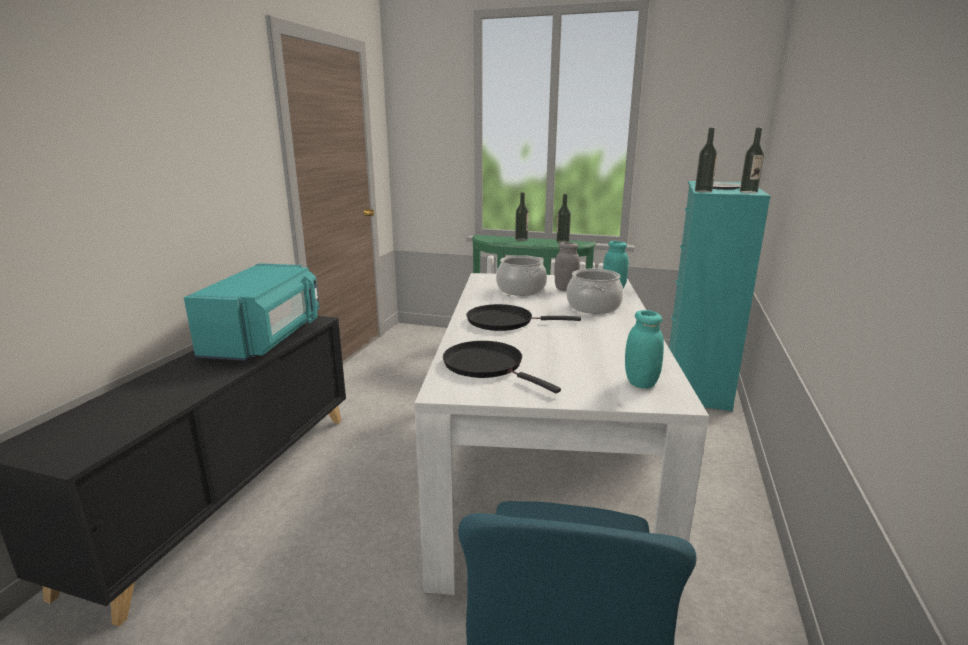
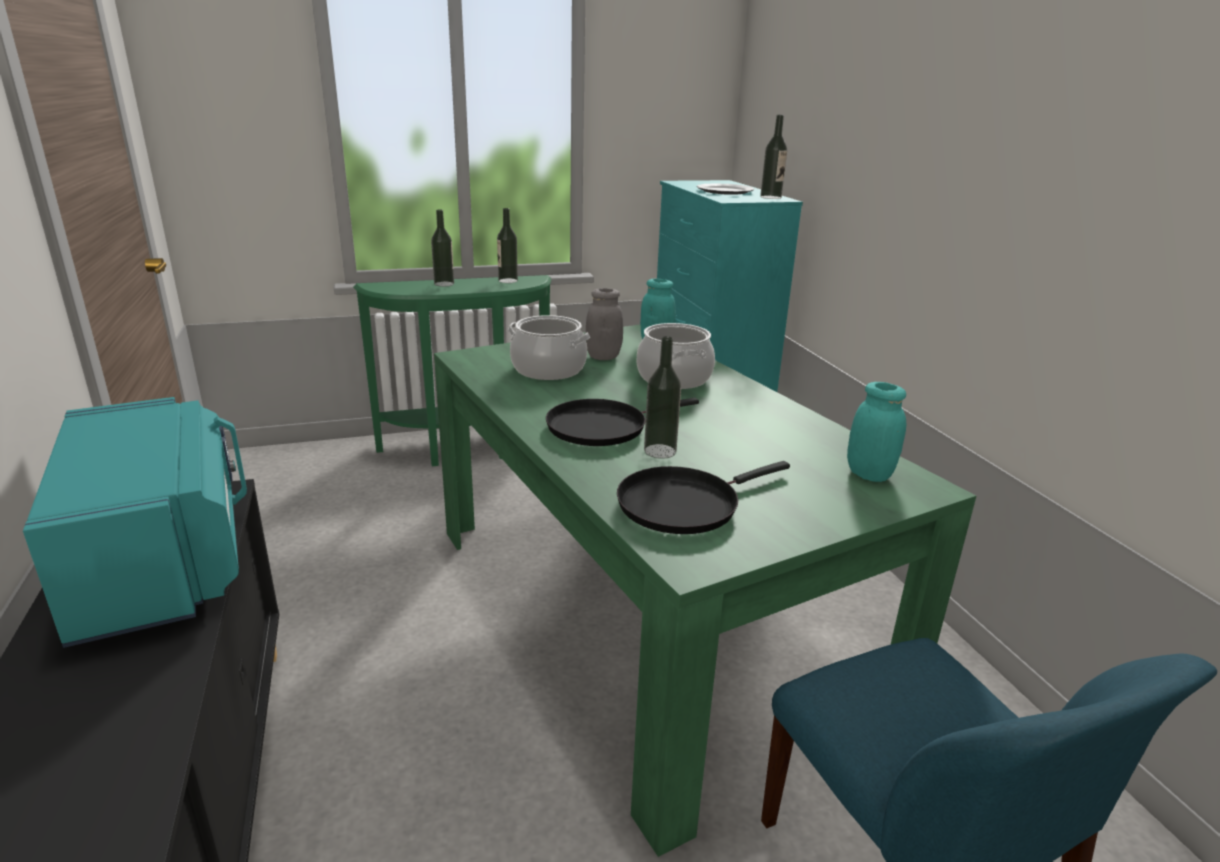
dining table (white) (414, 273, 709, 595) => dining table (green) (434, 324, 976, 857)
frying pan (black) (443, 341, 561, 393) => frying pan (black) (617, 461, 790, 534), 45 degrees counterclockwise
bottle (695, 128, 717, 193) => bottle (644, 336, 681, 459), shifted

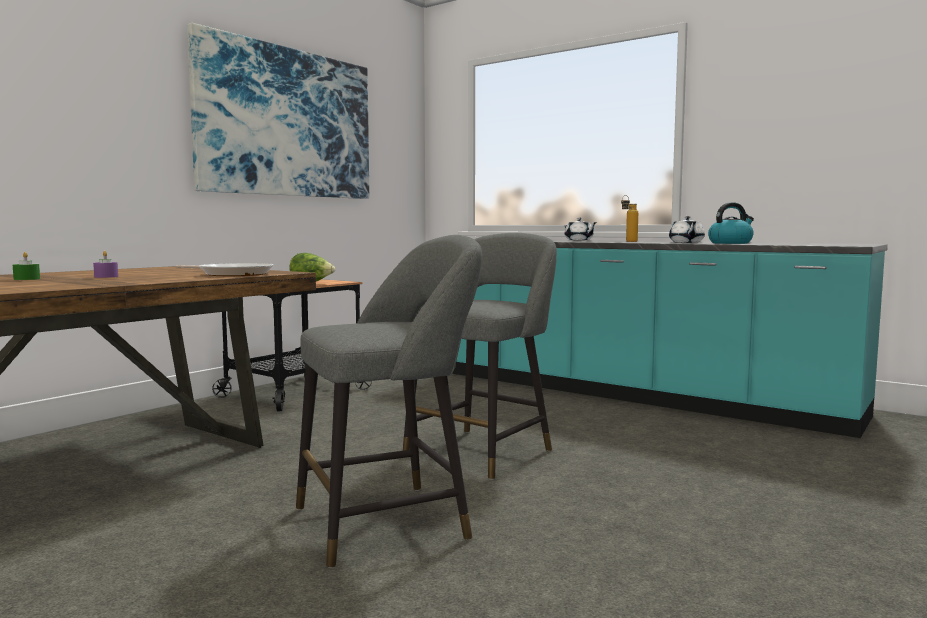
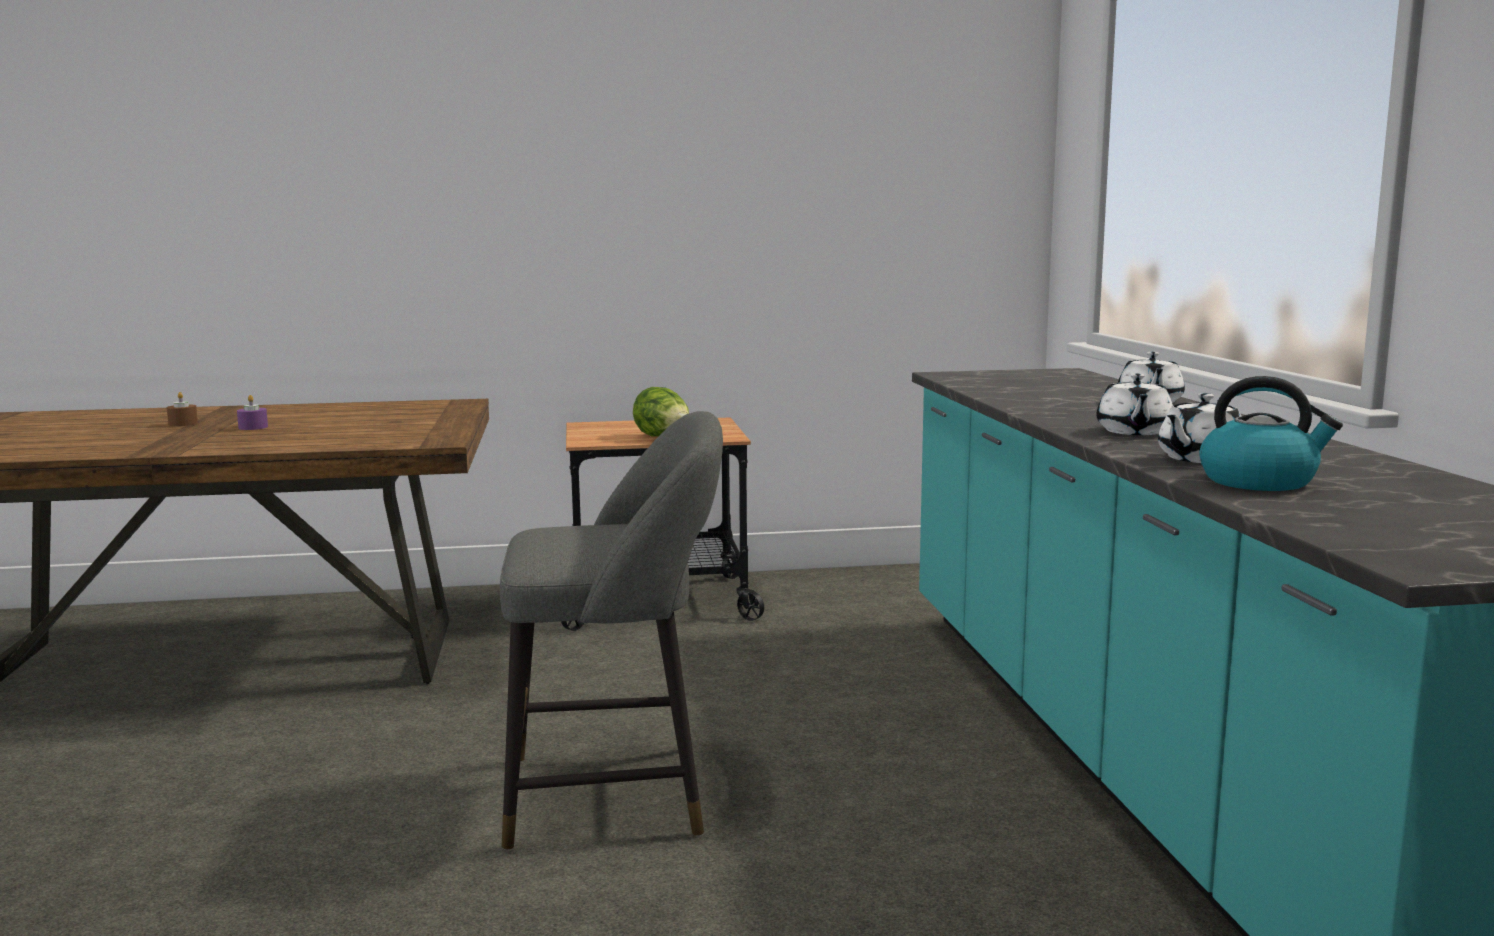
candle (green) (13, 252, 40, 280) => candle (brown) (167, 392, 198, 426)
frying pan (176, 263, 273, 276) => nothing
picture (187, 23, 369, 199) => nothing
stool (grey) (296, 235, 482, 568) => nothing
bottle (621, 195, 638, 242) => teapot (white) (1096, 373, 1173, 435)

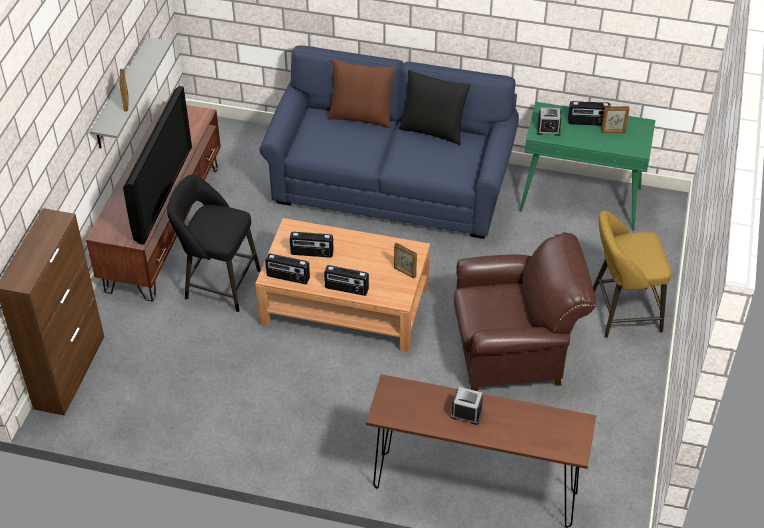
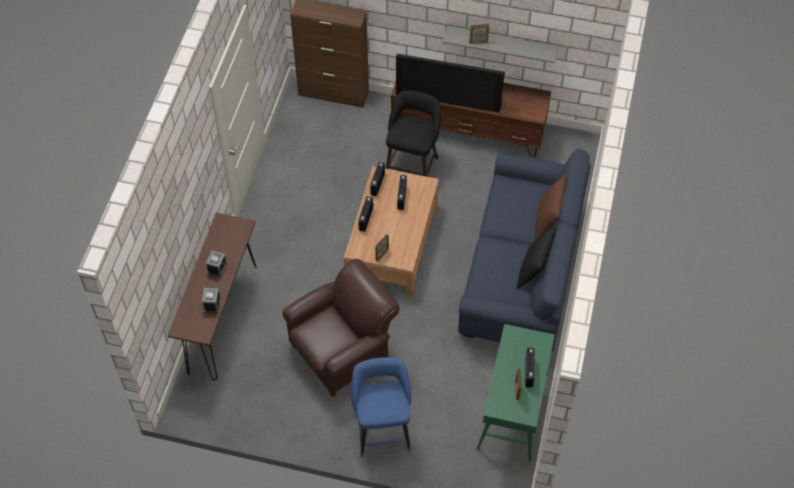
armchair (brown) (454, 232, 596, 391) => armchair (brown) (282, 259, 400, 397), 120 degrees counterclockwise
alarm clock (536, 107, 561, 136) => alarm clock (202, 287, 221, 313), shifted
stool (yellow) (593, 211, 671, 338) => stool (blue) (351, 357, 411, 457)

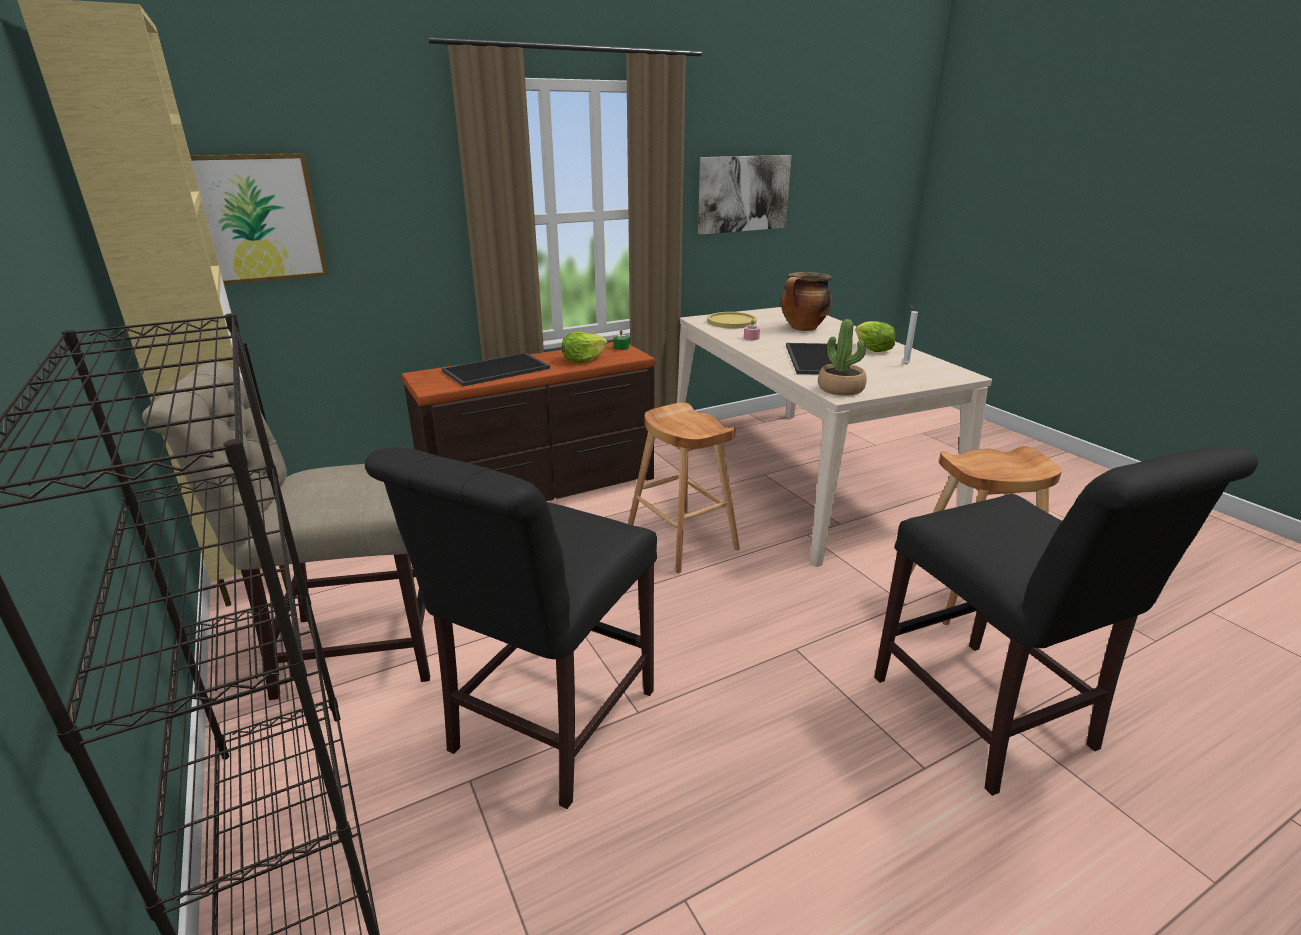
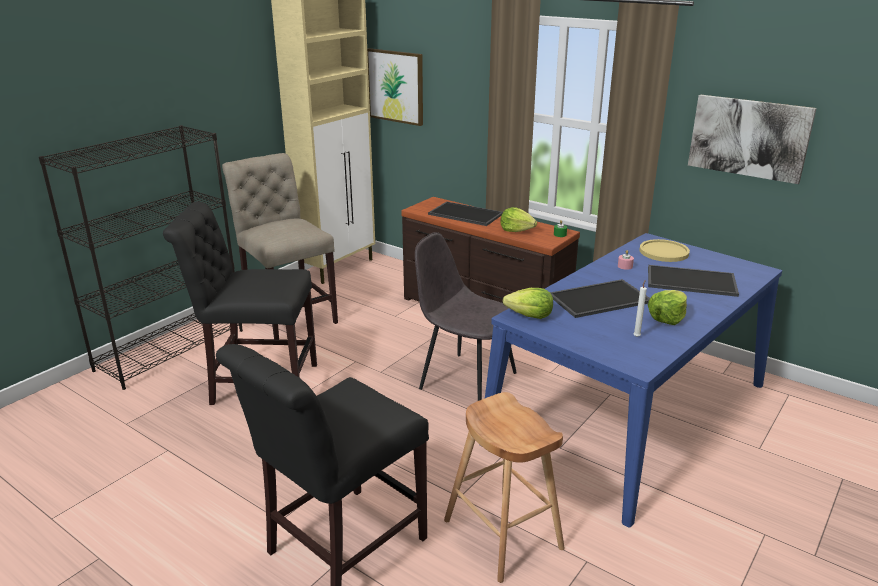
stool (brown) (628, 402, 740, 573) => chair (grey) (415, 232, 517, 401)
dining table (beige) (677, 307, 992, 567) => dining table (blue) (480, 233, 782, 528)
cooking pot (781, 272, 832, 331) => tray (648, 265, 739, 297)
potted plant (818, 319, 867, 396) => lettuce (503, 288, 553, 319)

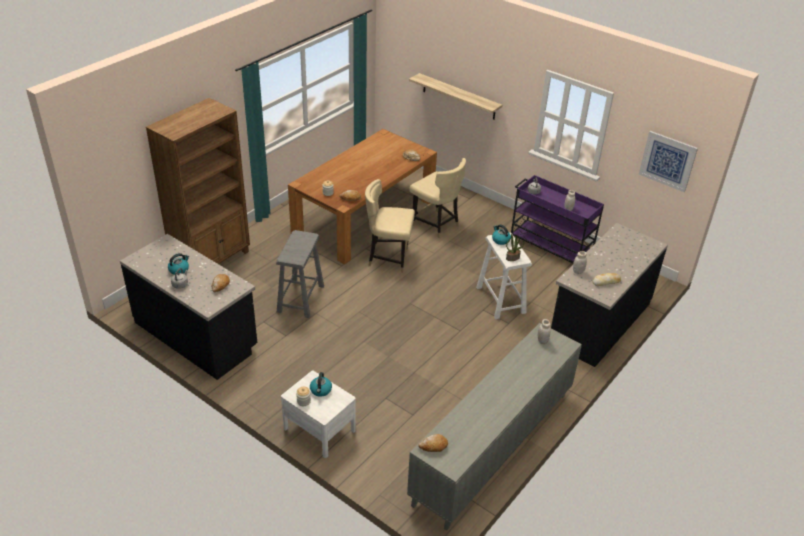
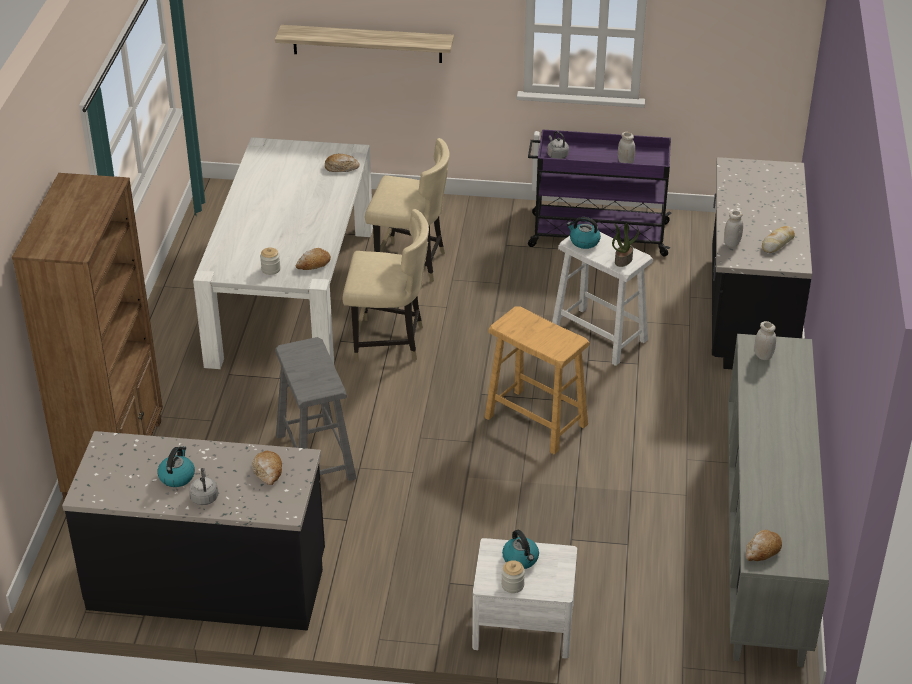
dining table (brown) (288, 129, 437, 264) => dining table (white) (193, 137, 373, 369)
chair (beige) (365, 179, 415, 273) => chair (beige) (342, 209, 429, 361), 150 degrees counterclockwise
picture (639, 131, 698, 192) => nothing
nothing => stool (beige) (485, 307, 589, 454)

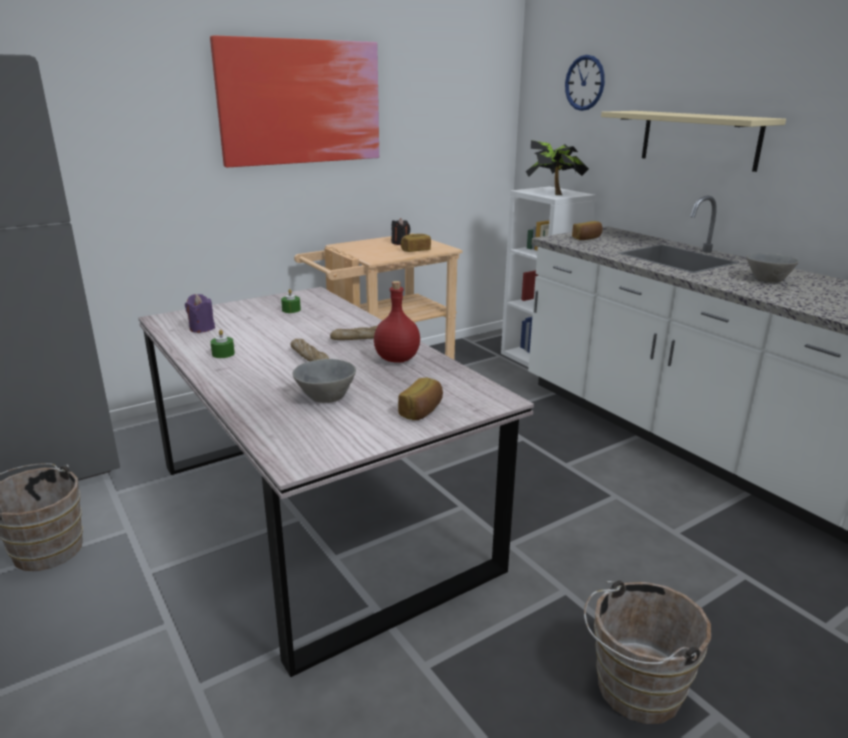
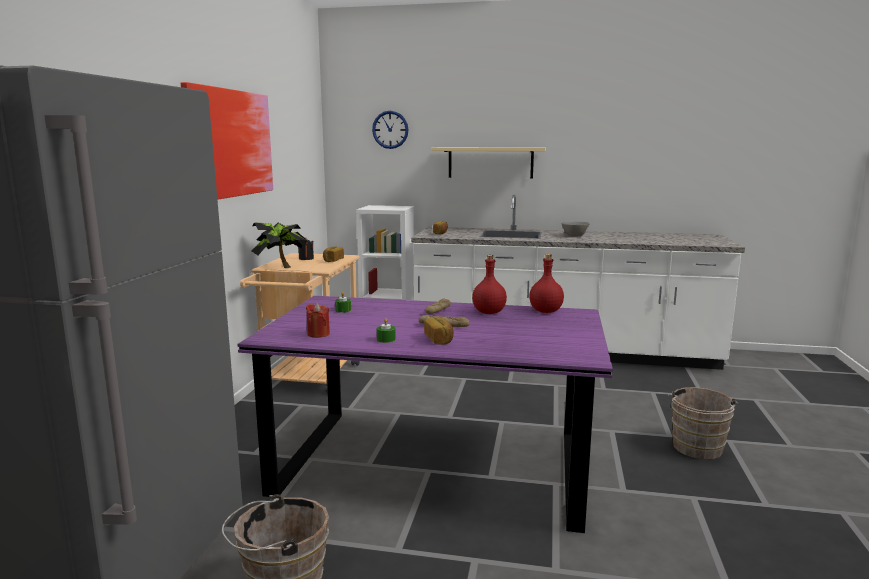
dining table (grey) (138, 287, 534, 677) => dining table (purple) (238, 296, 613, 533)
candle (purple) (185, 294, 215, 333) => candle (red) (306, 303, 330, 338)
bowl (grey) (292, 359, 356, 403) => nothing
bread (398, 378, 443, 420) => bread (424, 317, 454, 344), shifted
potted plant (526, 140, 589, 195) => potted plant (252, 222, 308, 268), shifted
nothing => bottle (red) (529, 254, 564, 313)

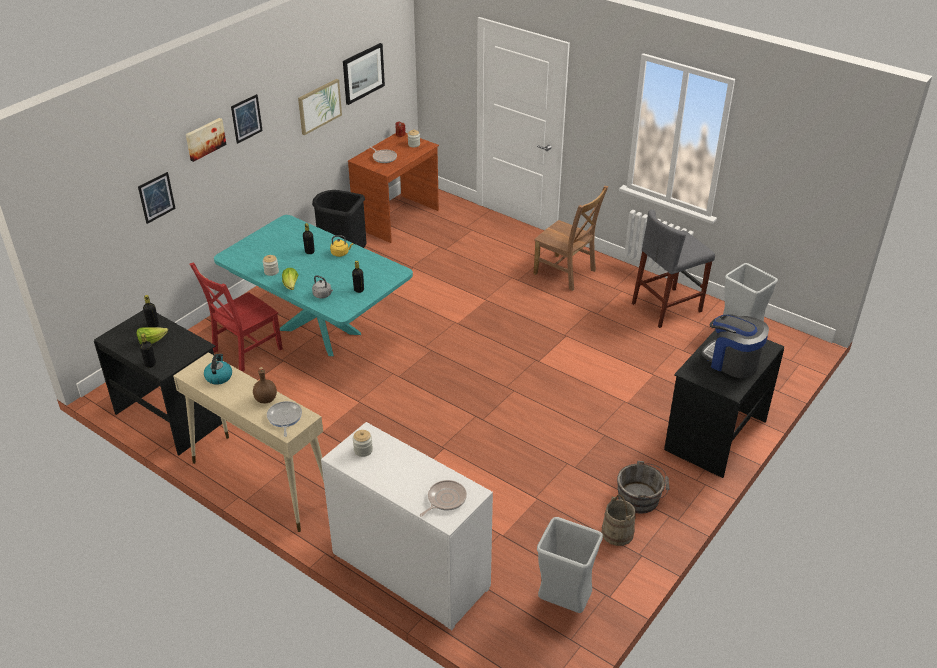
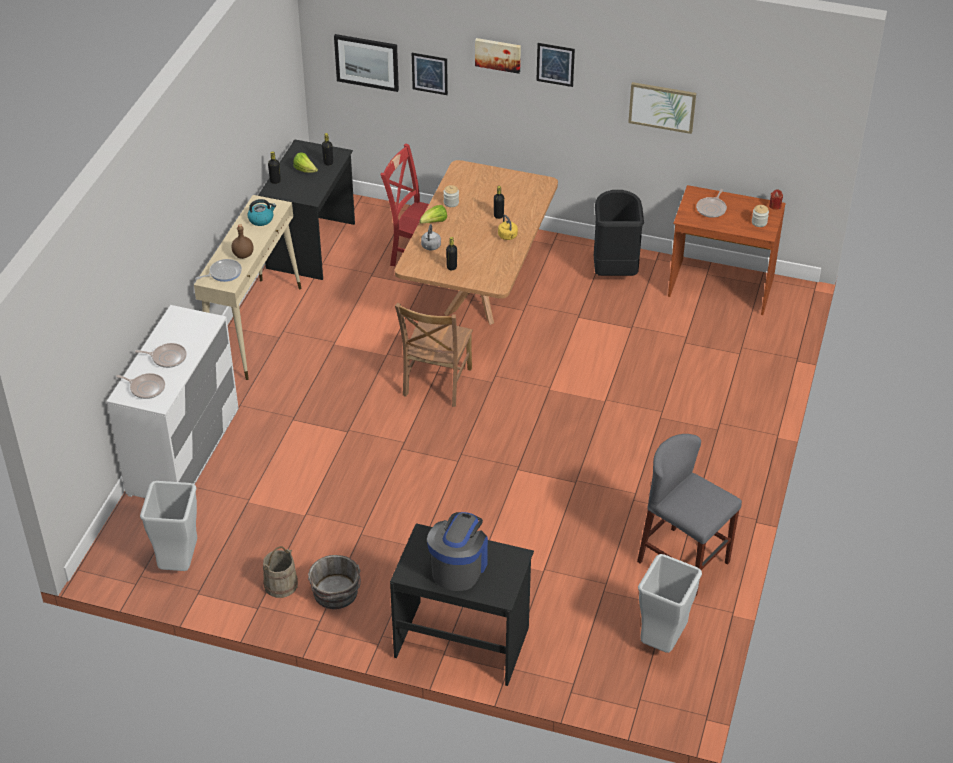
dining table (turquoise) (214, 215, 413, 356) => dining table (brown) (395, 160, 558, 325)
picture (343, 43, 385, 105) => picture (334, 34, 399, 92), shifted
jar (353, 430, 373, 457) => nothing
chair (brown) (533, 186, 609, 291) => chair (brown) (395, 303, 473, 407), shifted
nothing => frying pan (135, 343, 187, 368)

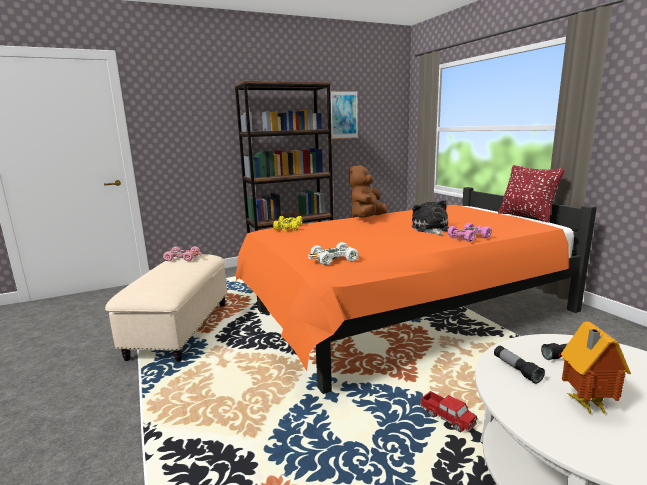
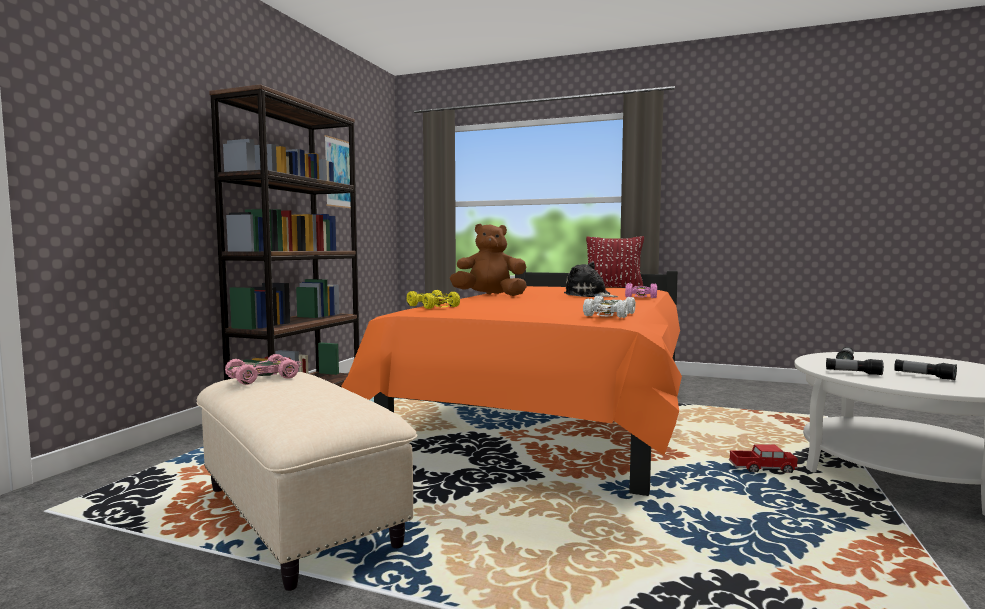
plush toy (brown) (349, 165, 387, 218) => plush toy (brown) (450, 224, 527, 296), 105 degrees clockwise
toy house (561, 321, 631, 414) => flashlight (894, 359, 957, 381)

